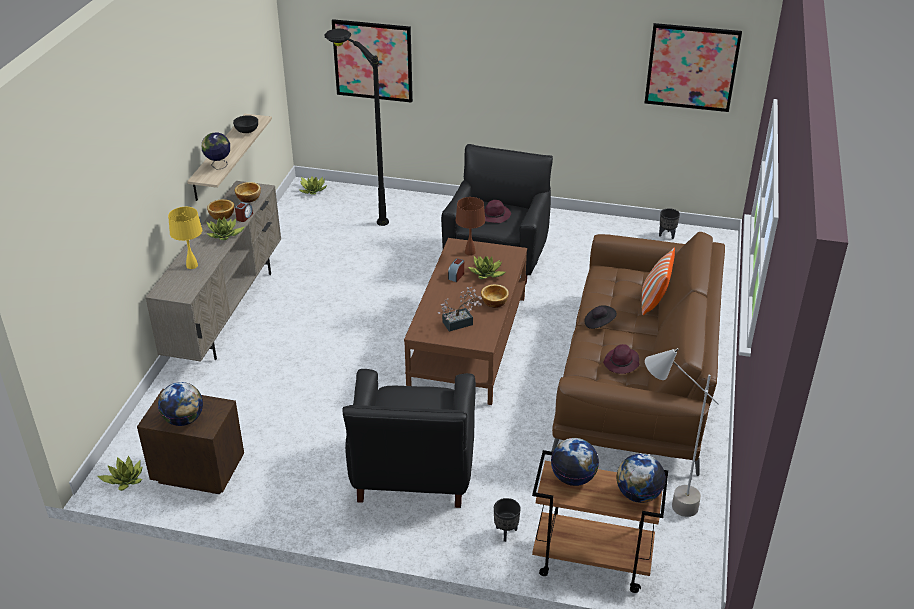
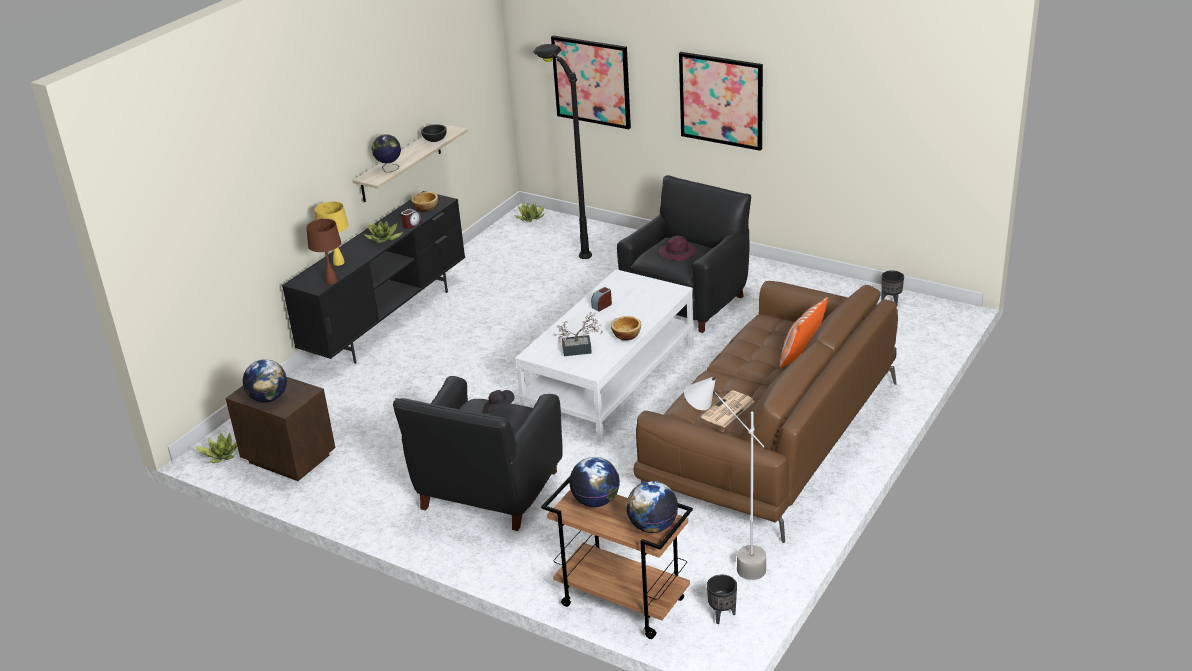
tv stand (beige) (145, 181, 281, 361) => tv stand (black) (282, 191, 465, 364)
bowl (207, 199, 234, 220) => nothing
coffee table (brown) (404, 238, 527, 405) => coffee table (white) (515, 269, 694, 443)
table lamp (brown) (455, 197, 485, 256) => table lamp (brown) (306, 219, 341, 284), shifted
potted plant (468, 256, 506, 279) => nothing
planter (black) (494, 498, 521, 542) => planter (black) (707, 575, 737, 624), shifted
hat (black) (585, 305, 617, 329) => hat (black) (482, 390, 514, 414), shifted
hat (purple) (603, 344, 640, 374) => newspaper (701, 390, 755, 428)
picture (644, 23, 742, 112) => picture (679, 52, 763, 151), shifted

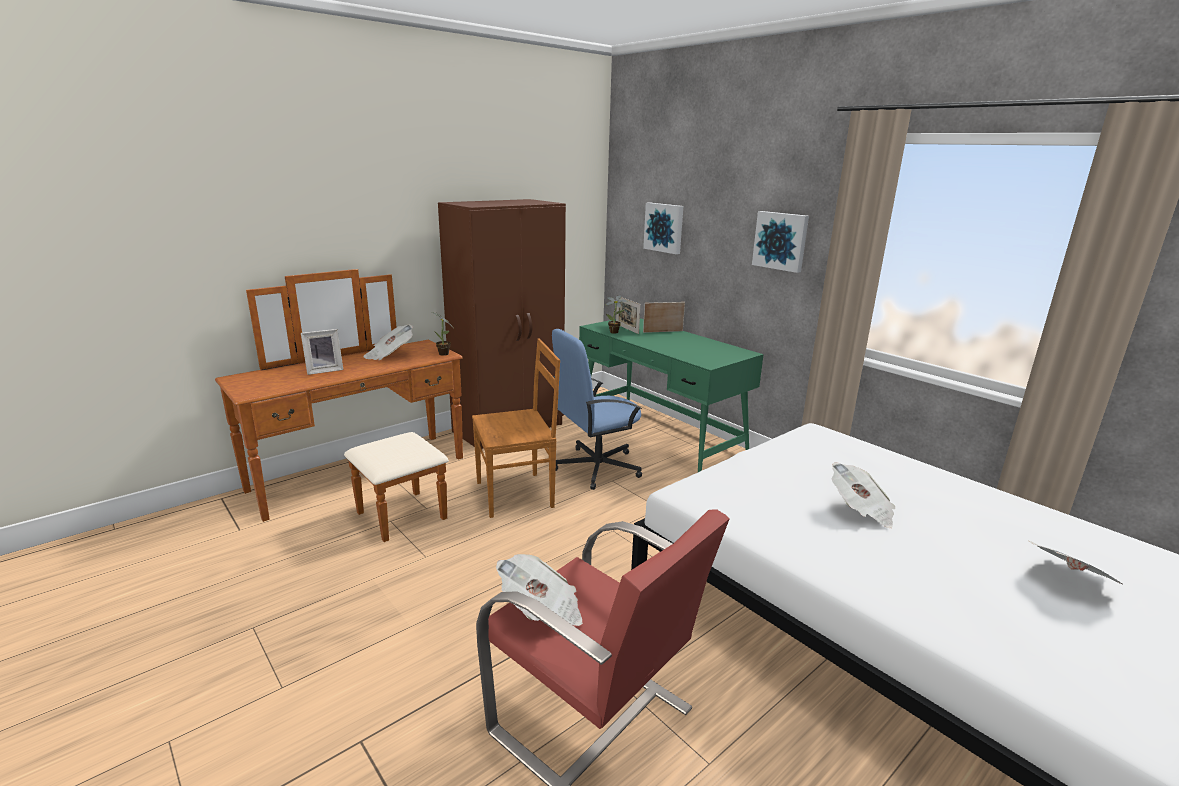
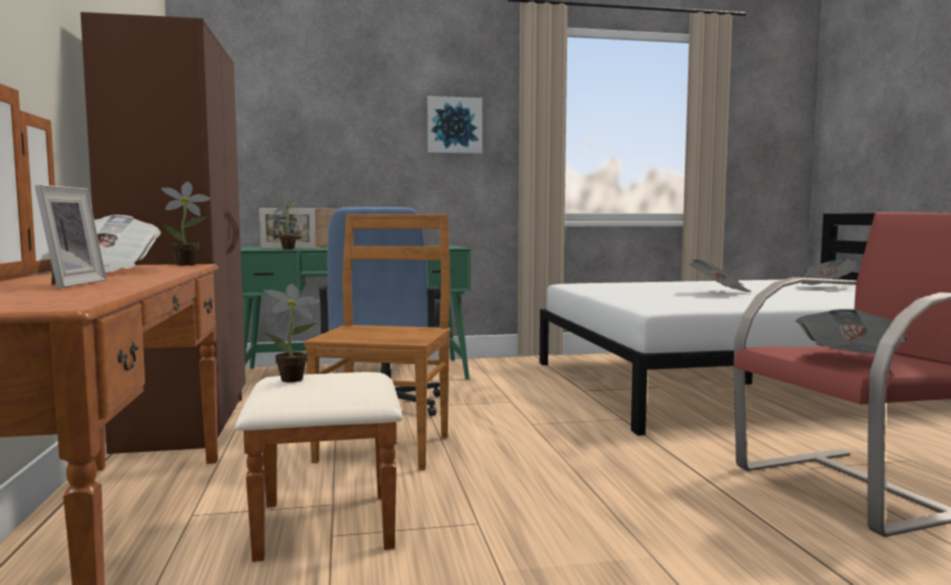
picture (643, 202, 683, 254) => nothing
nothing => potted plant (264, 284, 320, 382)

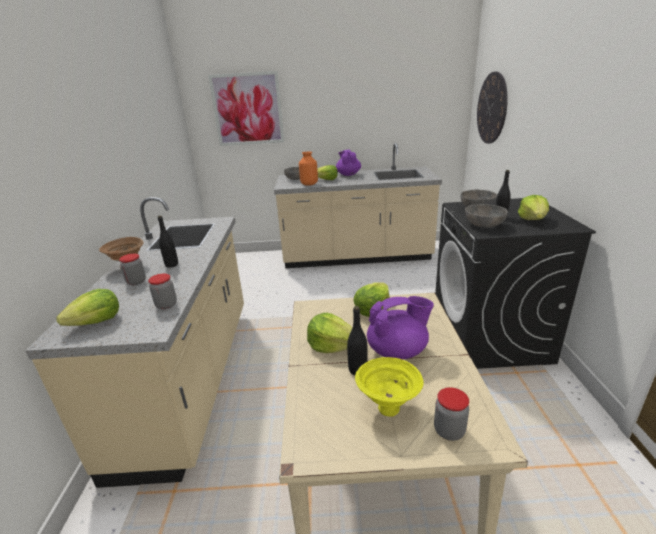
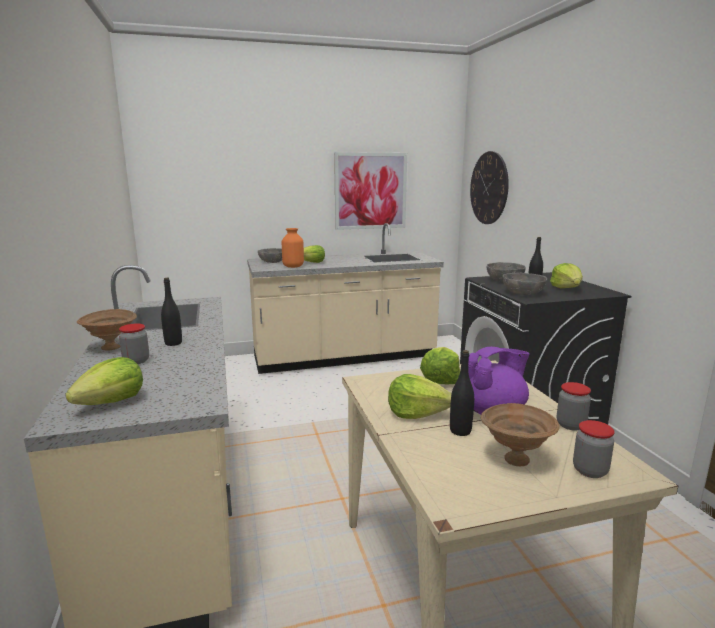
jar (148, 273, 177, 309) => jar (557, 382, 591, 431), shifted
picture (208, 71, 284, 146) => picture (334, 152, 407, 230), shifted
teapot (purple) (336, 150, 361, 176) => nothing
bowl (yellow) (355, 357, 423, 417) => bowl (brown) (481, 403, 560, 466)

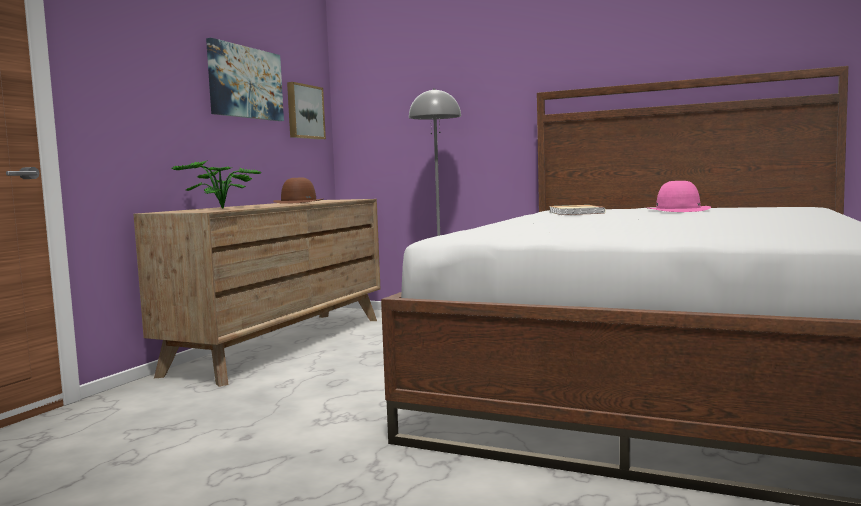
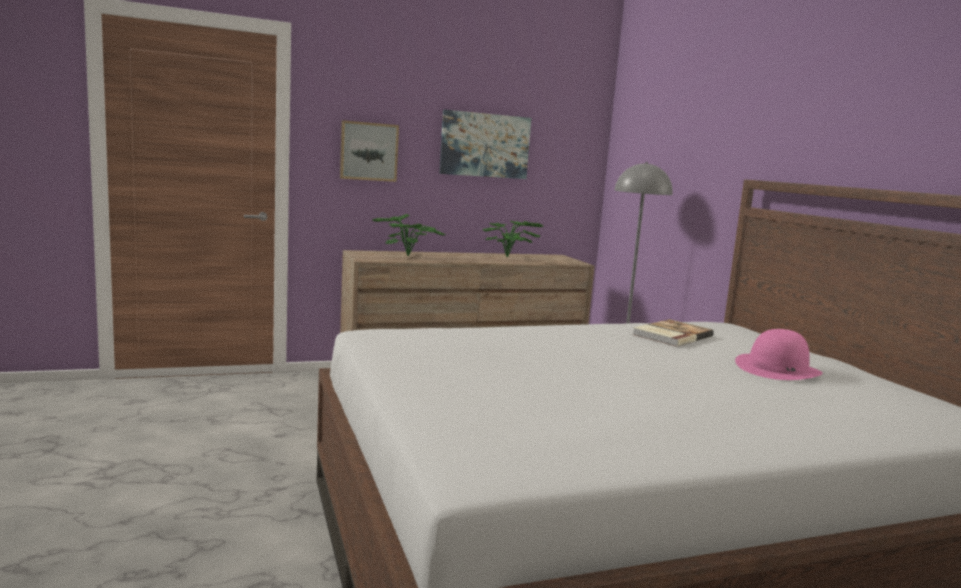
hat (brown) (273, 178, 323, 204) => potted plant (482, 220, 543, 257)
picture (287, 82, 326, 140) => picture (340, 120, 399, 182), shifted

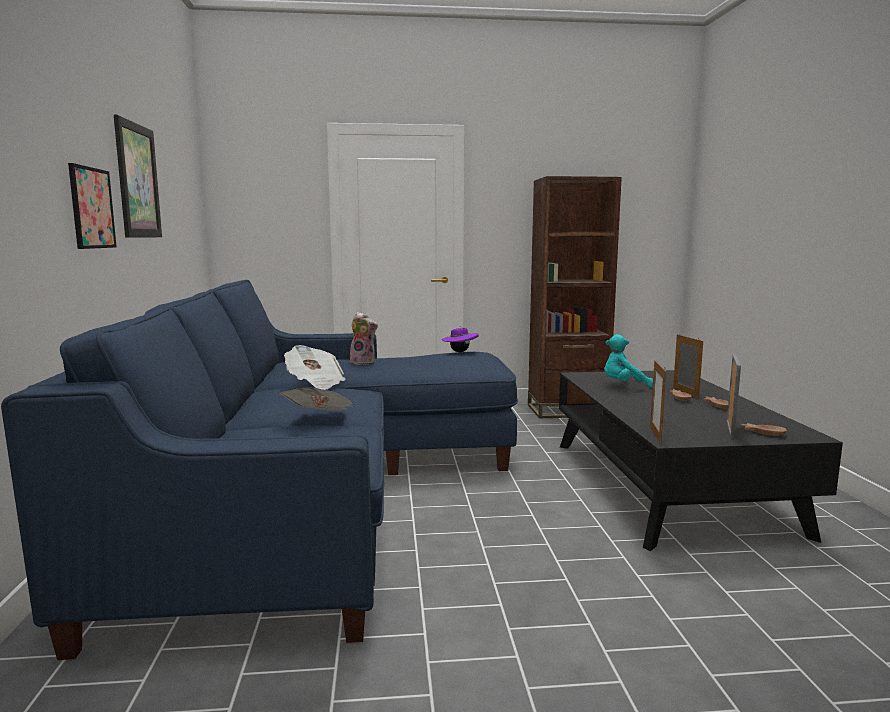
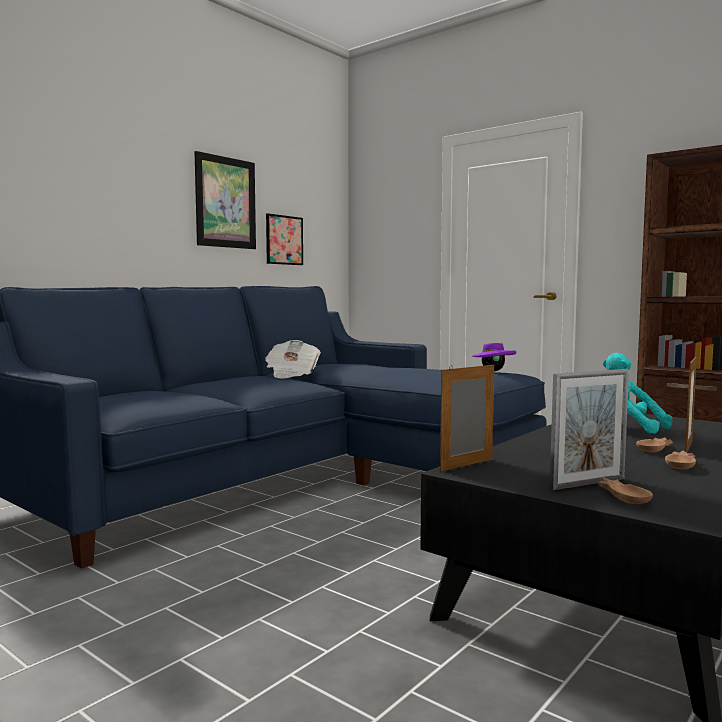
picture (68, 163, 117, 249) => picture (266, 213, 303, 265), shifted
newspaper (279, 387, 353, 411) => nothing
plush toy (350, 312, 378, 365) => nothing

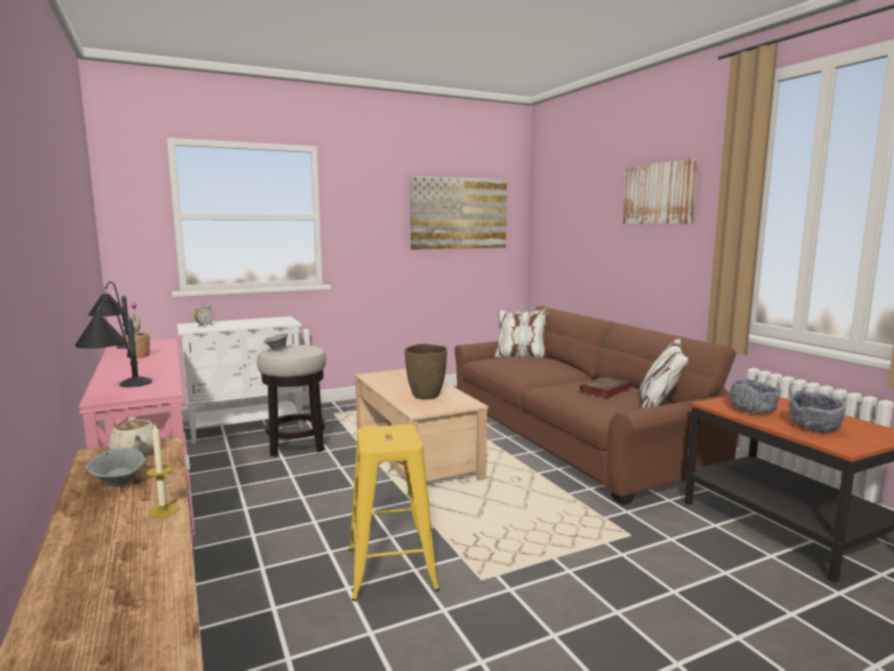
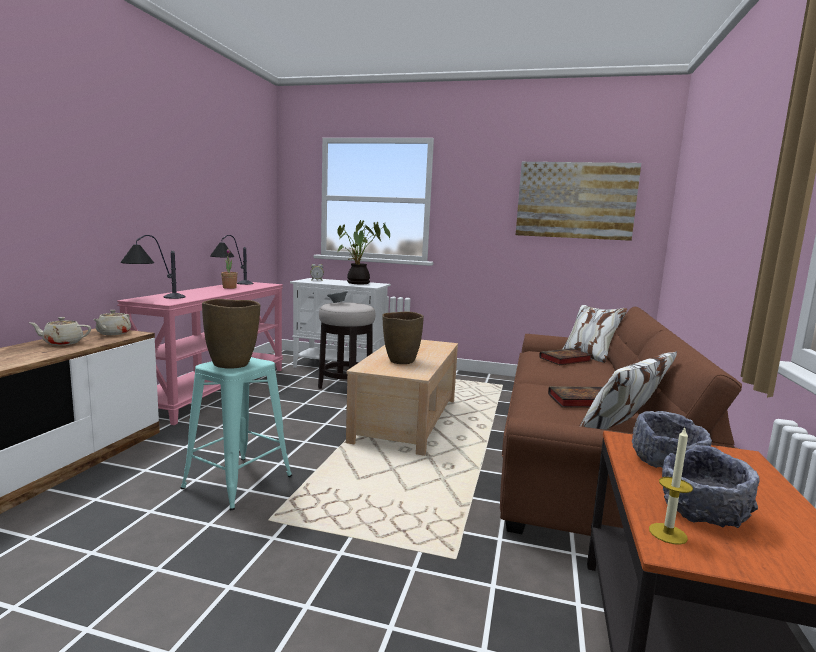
bowl (grey) (86, 448, 146, 487) => teapot (beige) (29, 317, 91, 345)
candle (146, 425, 179, 518) => candle (649, 428, 693, 545), shifted
stool (yellow) (349, 424, 440, 601) => stool (turquoise) (181, 357, 292, 510)
picture (623, 159, 698, 224) => nothing
nothing => vase (brown) (202, 299, 260, 368)
nothing => potted plant (338, 220, 390, 284)
nothing => book (539, 348, 592, 365)

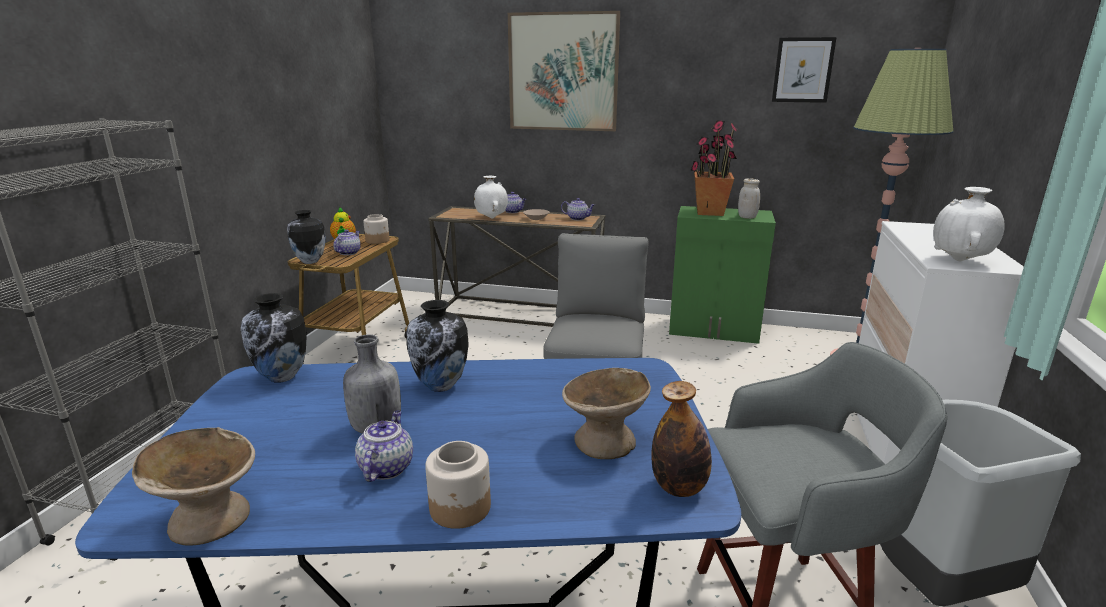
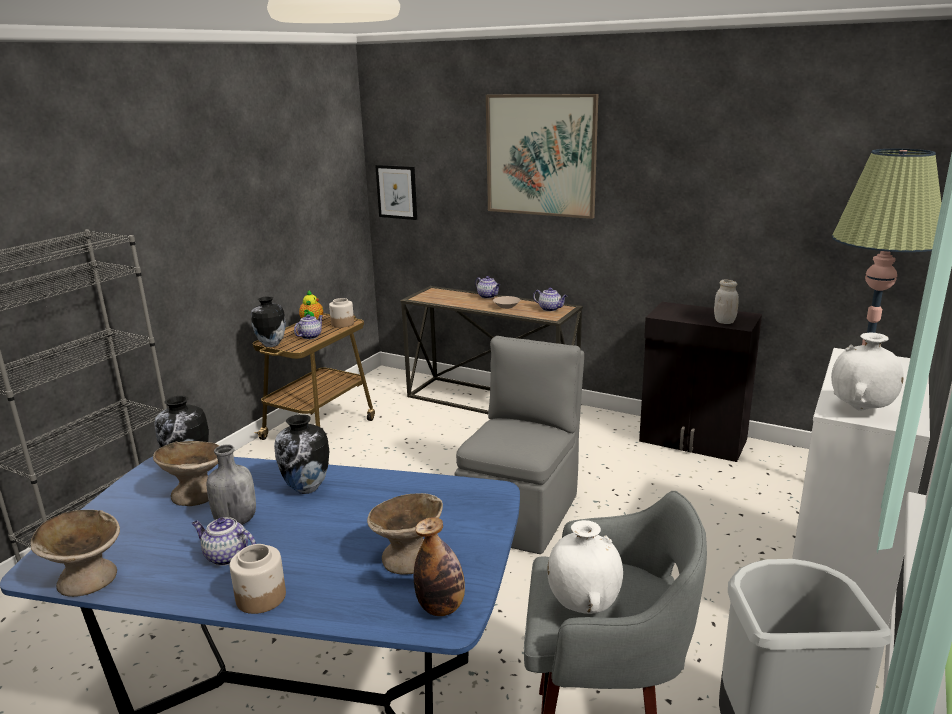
teapot (355, 410, 413, 482) => teapot (191, 517, 256, 566), 90 degrees counterclockwise
vase (white) (474, 176, 508, 219) => vase (white) (547, 520, 623, 614), shifted
cabinet (green) (669, 206, 776, 344) => cabinet (black) (639, 302, 762, 462)
potted plant (690, 120, 739, 216) => nothing
picture (772, 37, 837, 103) => picture (375, 165, 417, 220), shifted
nothing => bowl (beige) (153, 441, 219, 506)

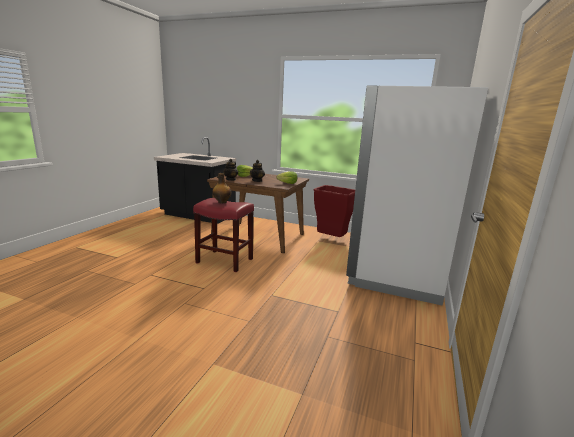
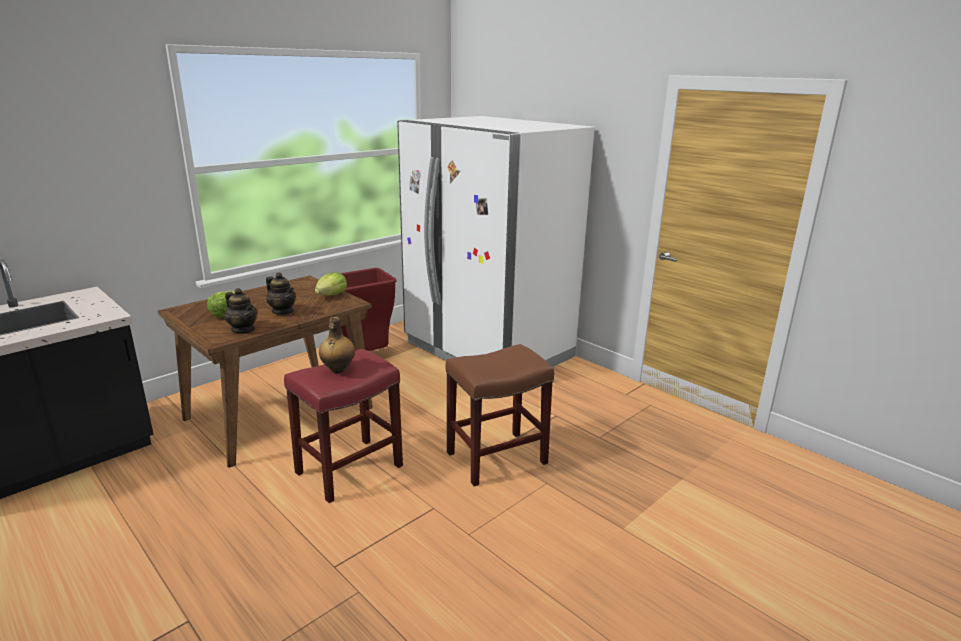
nothing => stool (brown) (446, 344, 554, 487)

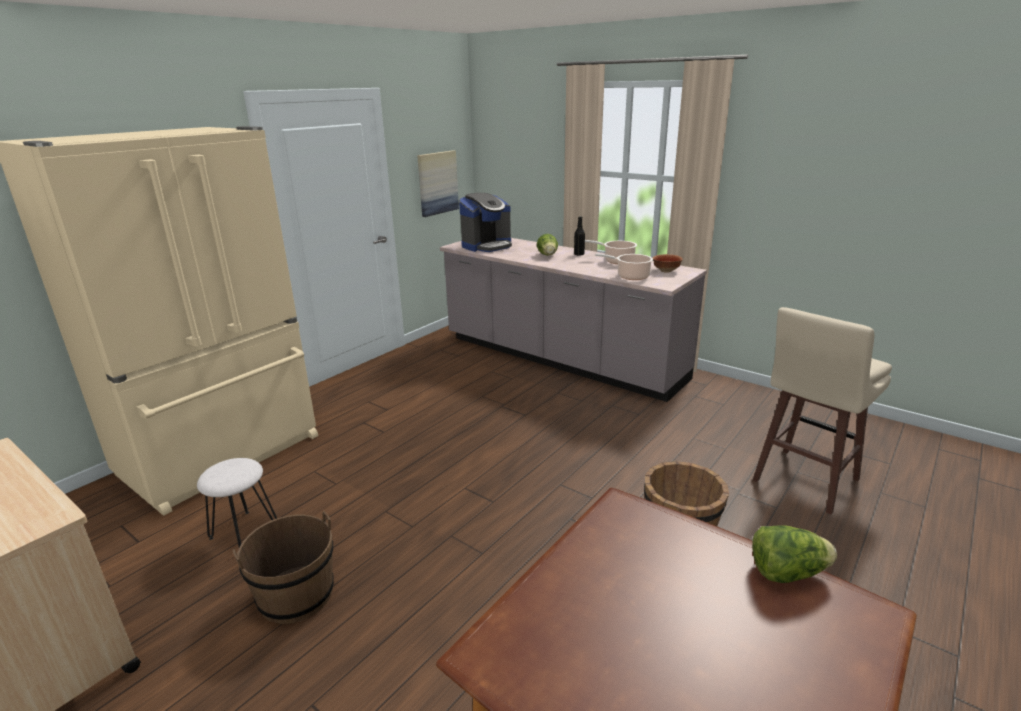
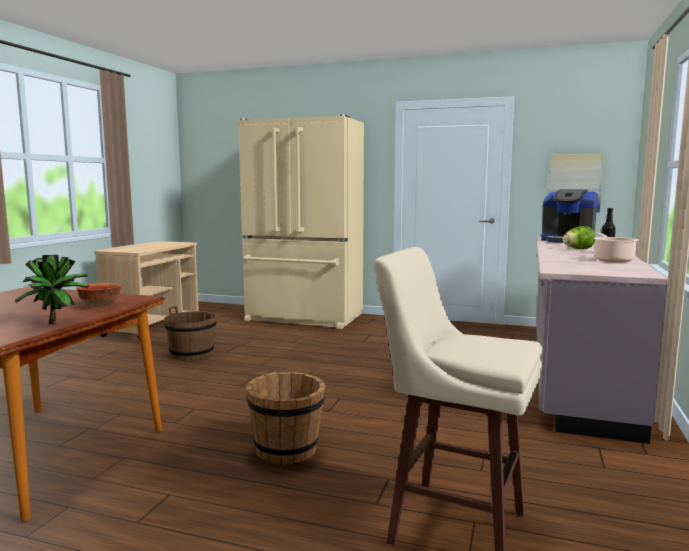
stool (white) (197, 458, 277, 548) => nothing
cooking pot (595, 253, 653, 280) => nothing
bowl (653, 254, 683, 273) => bowl (76, 283, 122, 307), shifted
lettuce (752, 525, 837, 583) => potted plant (15, 255, 89, 324)

